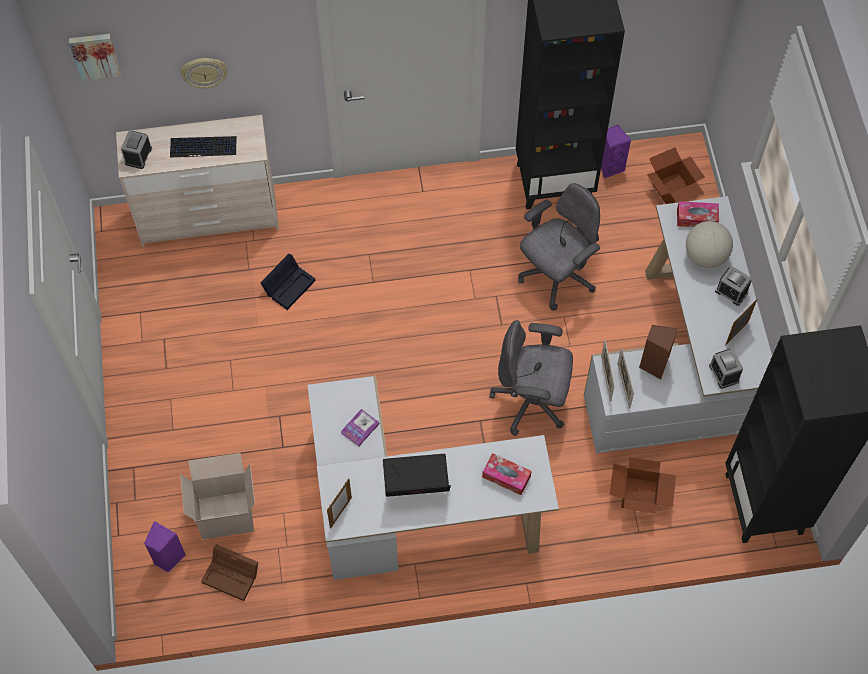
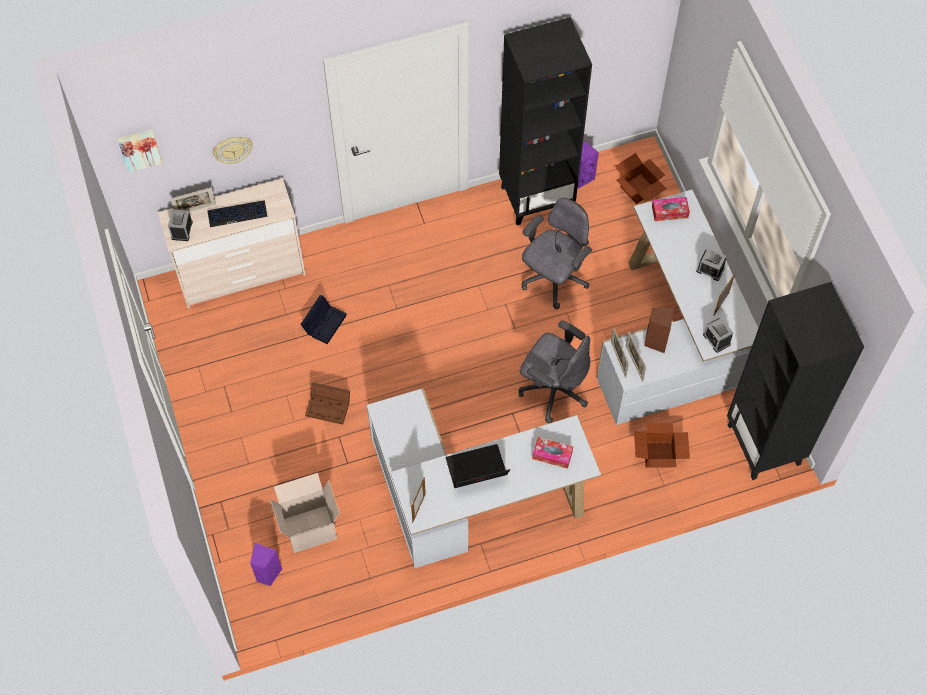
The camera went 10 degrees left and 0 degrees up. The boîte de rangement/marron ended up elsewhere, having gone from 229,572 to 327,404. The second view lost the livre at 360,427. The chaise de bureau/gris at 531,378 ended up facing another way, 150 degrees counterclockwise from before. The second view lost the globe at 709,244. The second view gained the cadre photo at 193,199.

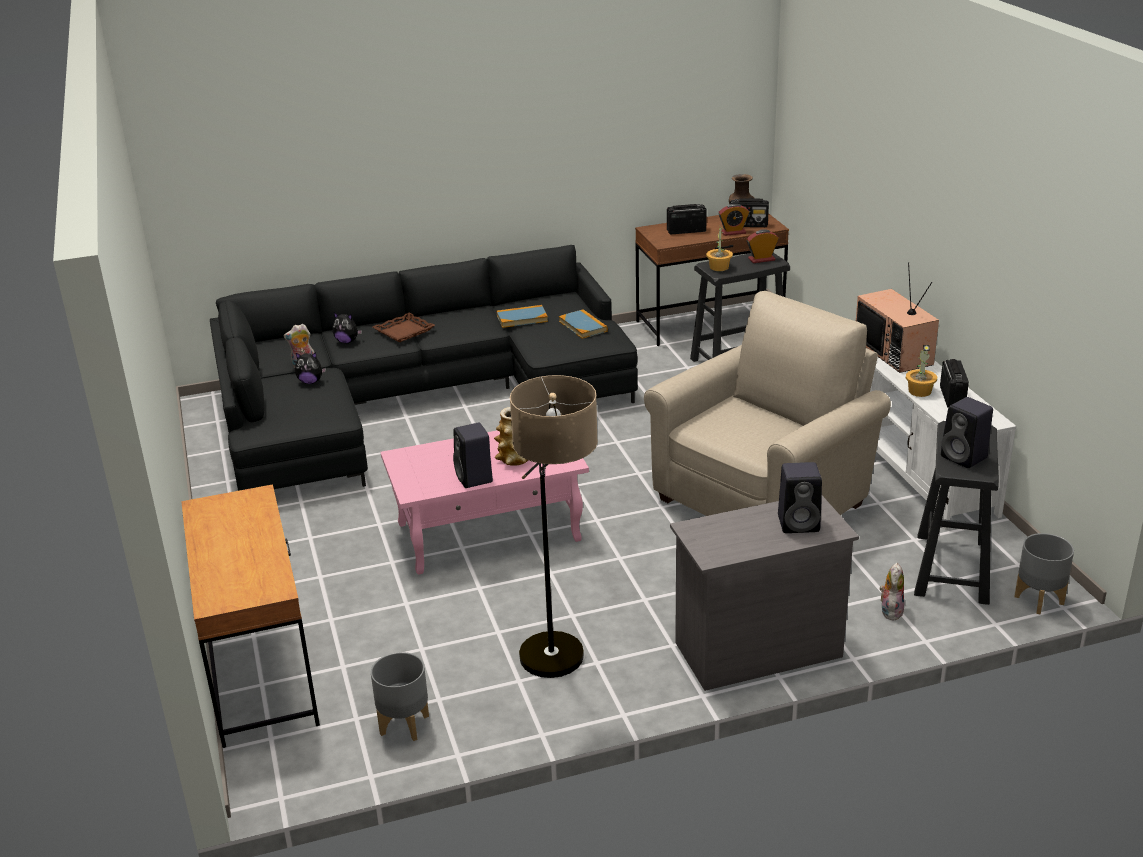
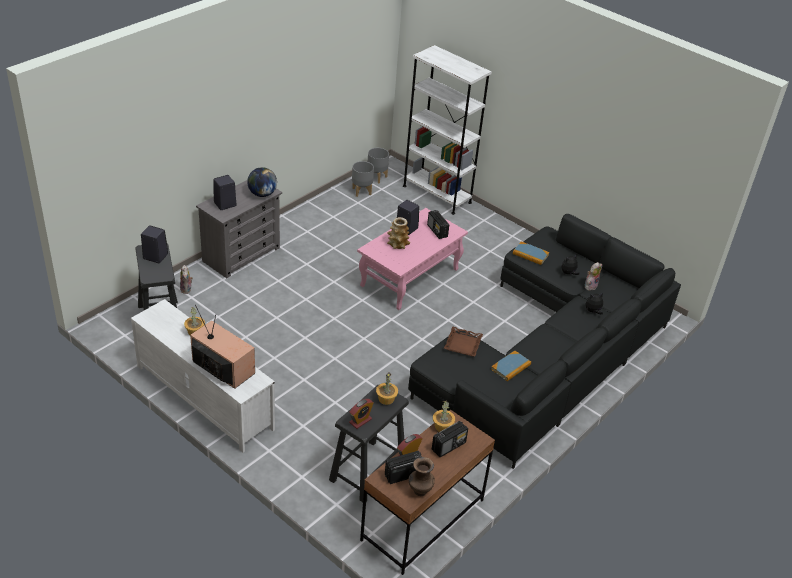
The camera went 145 degrees right and 10 degrees up. Where the bureau/marron stood at 250,616, the bibliothèque/blanc came to stand at 447,130. The plateau/marron ended up elsewhere, having gone from 404,327 to 463,341. The second view lost the lampadaire at 554,526. The livre ended up elsewhere, having gone from 583,324 to 531,253. The second view lost the fauteuil/beige at 767,403. The radio ended up elsewhere, having gone from 954,383 to 438,224. The cache-pot/gris ended up elsewhere, having gone from 1044,573 to 378,165. The second view gained the globe at 262,182. The second view gained the plante en pot at 444,416.

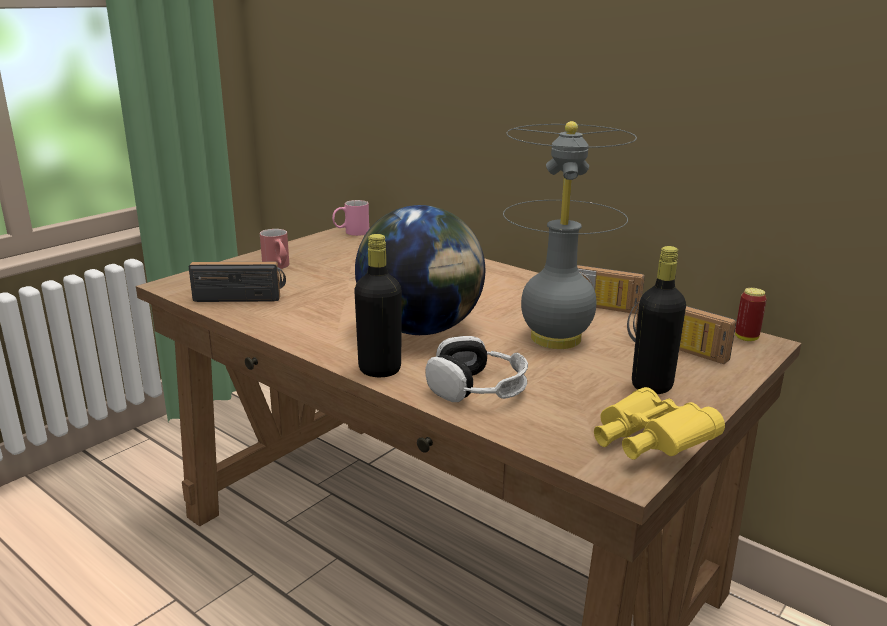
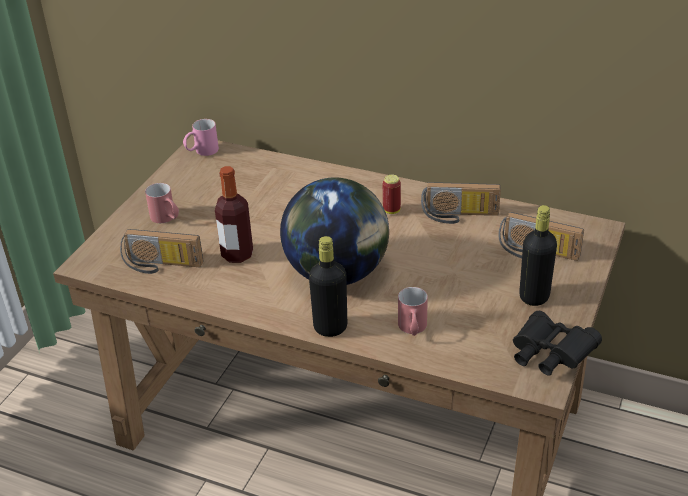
The camera went 15 degrees left and 15 degrees up. The radio at 237,282 ended up facing another way, 150 degrees counterclockwise from before. Where the casque audio stood at 477,369, the mug/rouge came to stand at 413,311. The second view lost the lampe de table/gris at 570,235. What was the jumelles/jaune at 659,423 turned into the jumelles/noir at 557,343. The boîte métallique ended up elsewhere, having gone from 751,314 to 392,194. The second view gained the bouteille at 234,214.

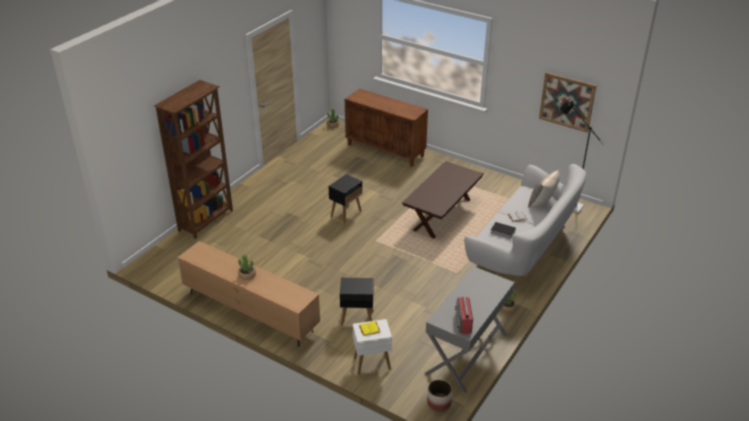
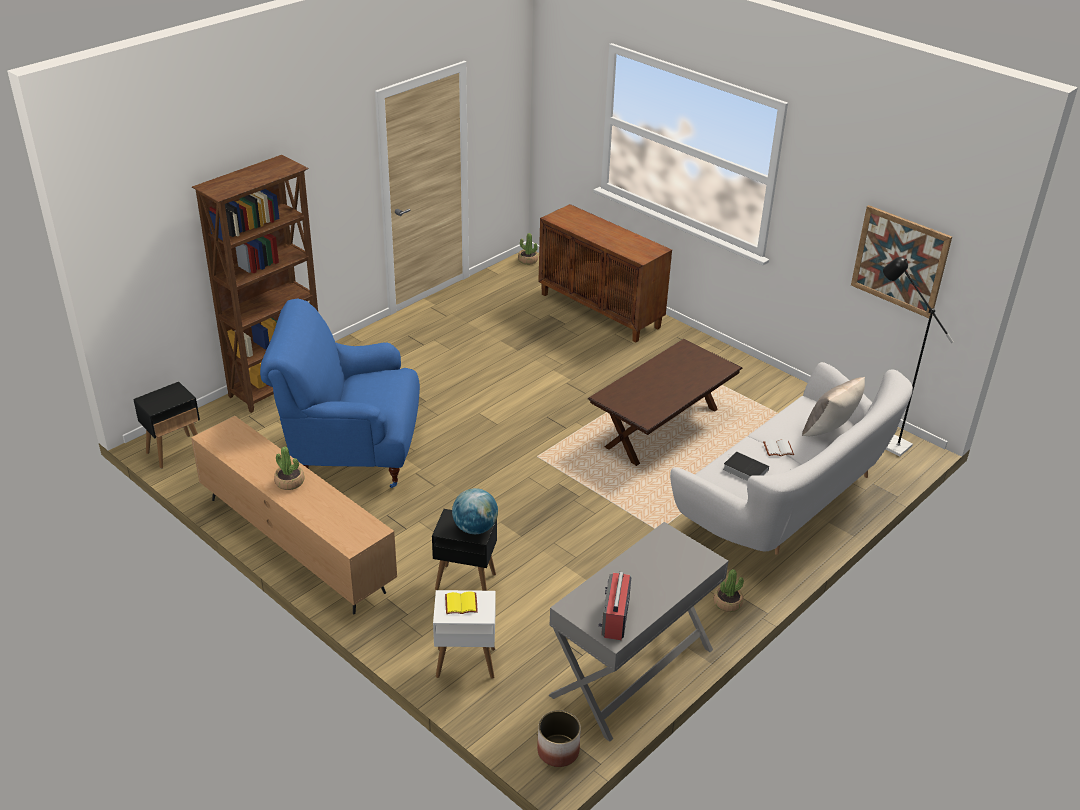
The camera went 10 degrees right and 0 degrees up. The table d'appoint/noir ended up elsewhere, having gone from 345,199 to 166,425. The second view gained the fauteuil/bleu at 340,393. The second view gained the globe at 475,511.

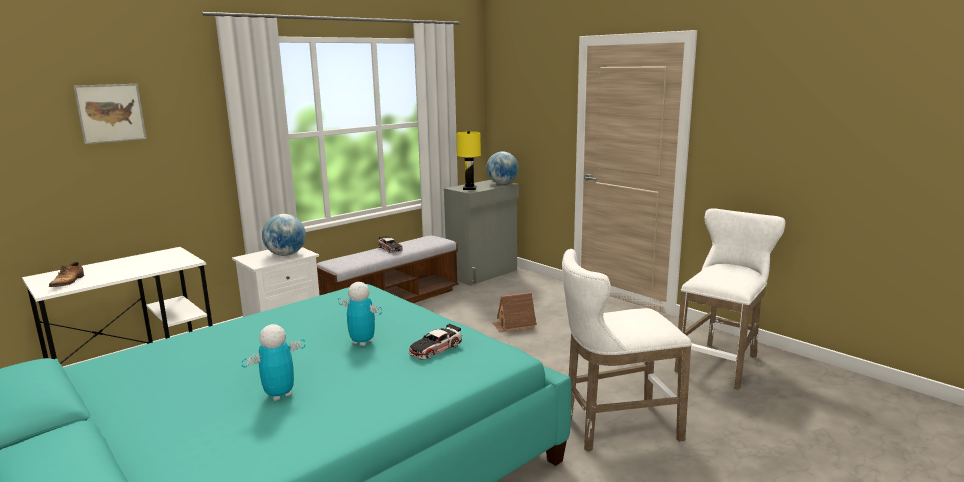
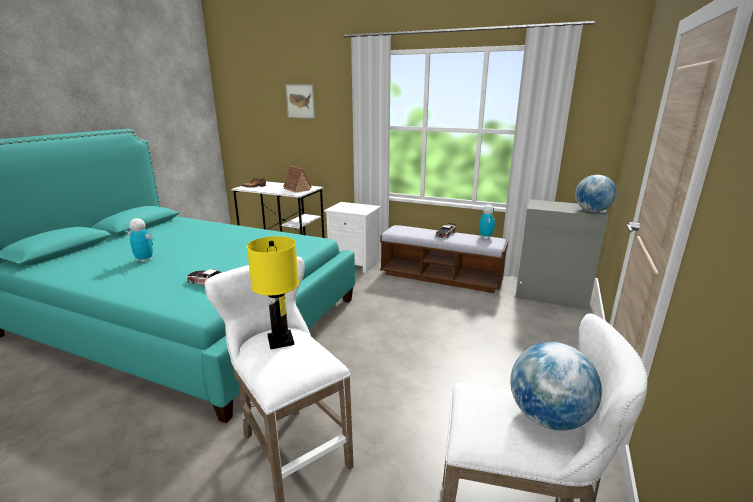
The camera went 65 degrees right and 5 degrees up. The globe ended up elsewhere, having gone from 284,235 to 556,386. The robot jouet ended up elsewhere, having gone from 360,314 to 487,221. The lampe de table/jaune ended up elsewhere, having gone from 469,160 to 273,292. The maison miniature ended up elsewhere, having gone from 515,312 to 297,179.

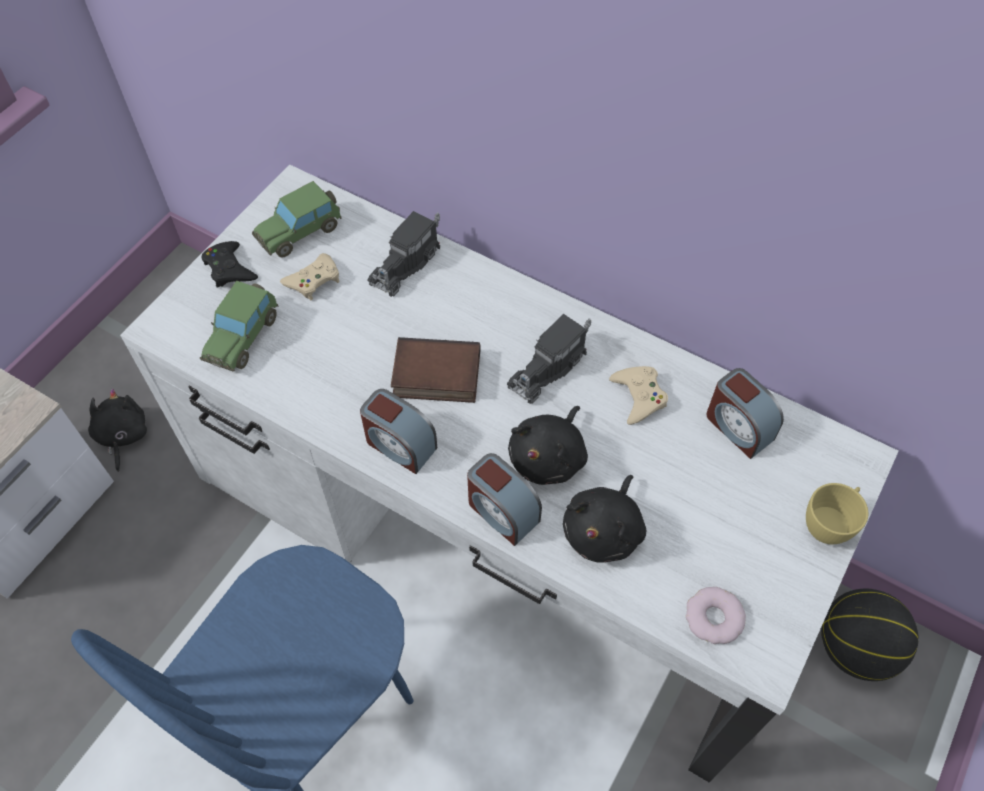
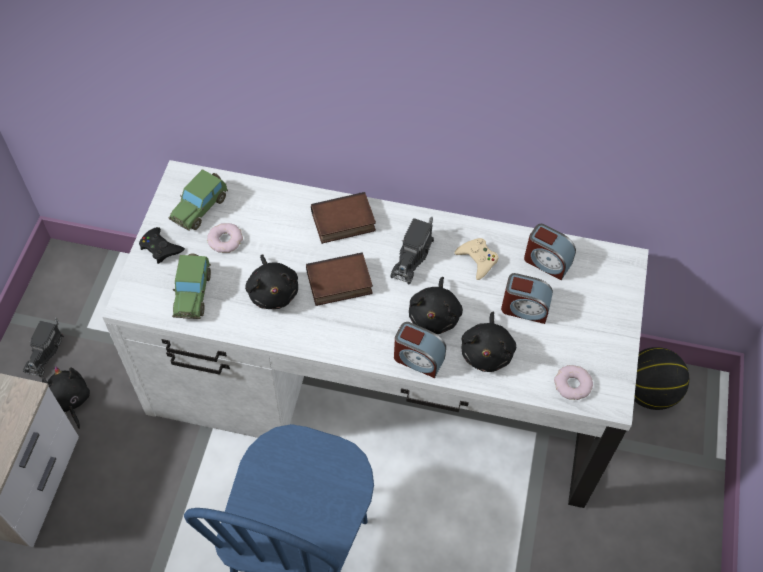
The camera went 20 degrees left and 0 degrees up. Where the manette/beige stood at 310,276, the beignet came to stand at 225,238. The réveil ended up elsewhere, having gone from 398,431 to 527,298. The camion jouet ended up elsewhere, having gone from 404,254 to 43,347. The second view lost the tasse/jaune at 837,513. The second view gained the peluche/noir at 271,281. The second view gained the livre at 343,218.

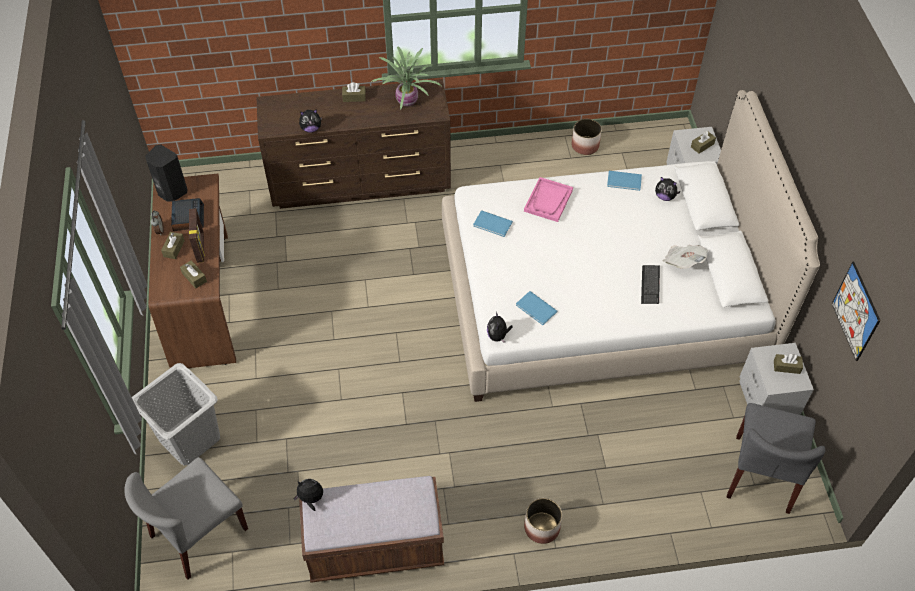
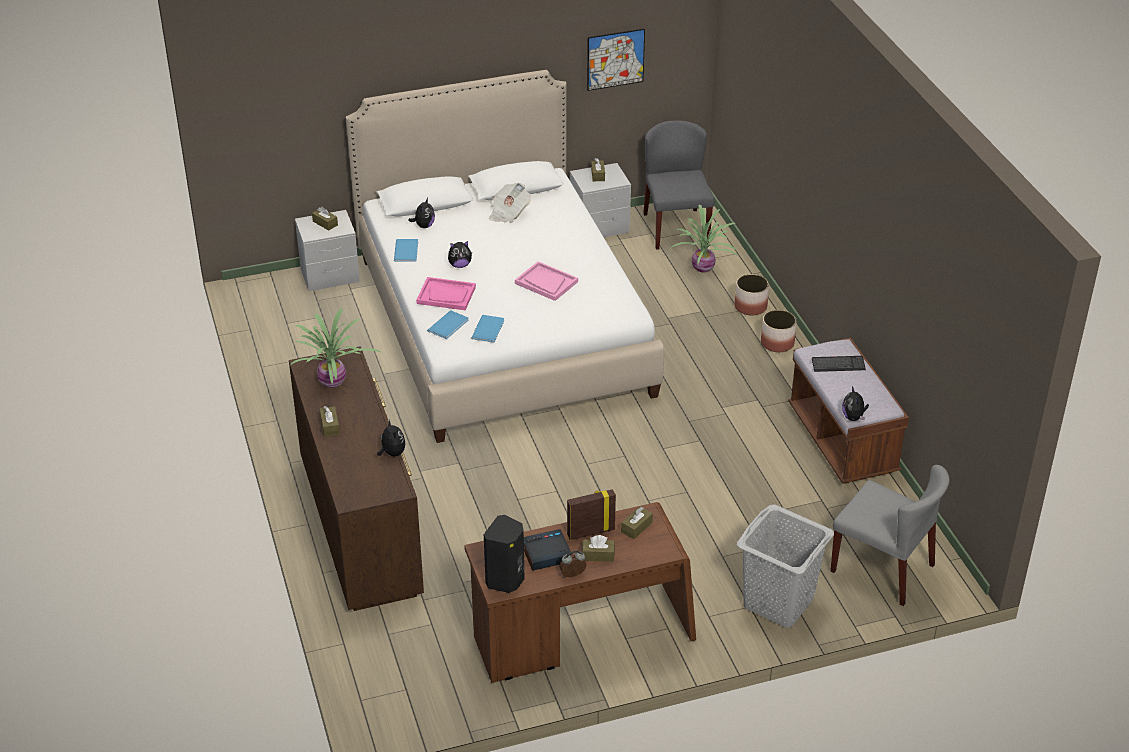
The camera went 100 degrees left and 15 degrees down. The peluche ended up elsewhere, having gone from 500,327 to 460,254. The livre/bleu ended up elsewhere, having gone from 537,308 to 447,324. The cache-pot ended up elsewhere, having gone from 587,137 to 752,294. The clavier ended up elsewhere, having gone from 650,284 to 839,364. The chaise/gris at 775,458 ended up facing another way, 105 degrees counterclockwise from before. The second view gained the plateau/rose at 546,281. The second view gained the plante en pot at 704,238.

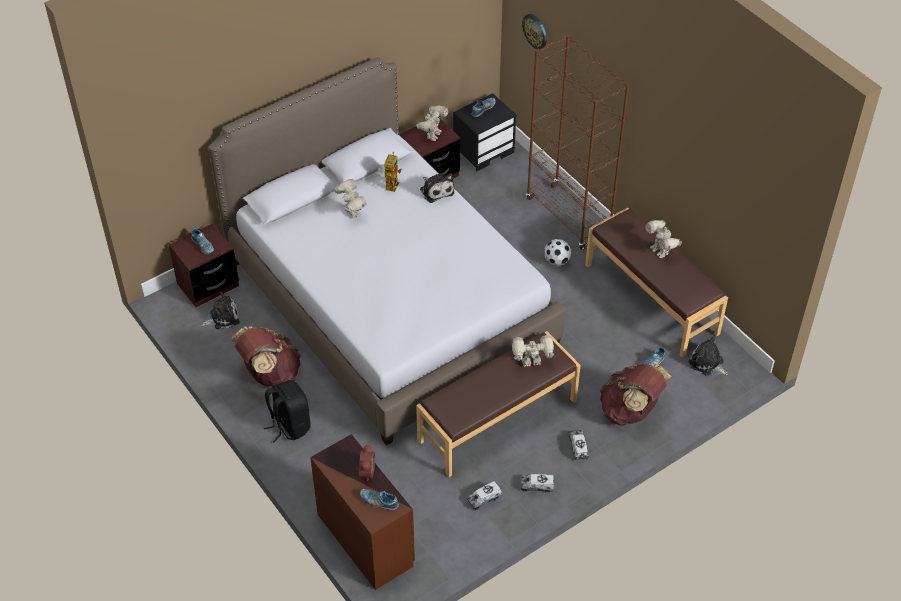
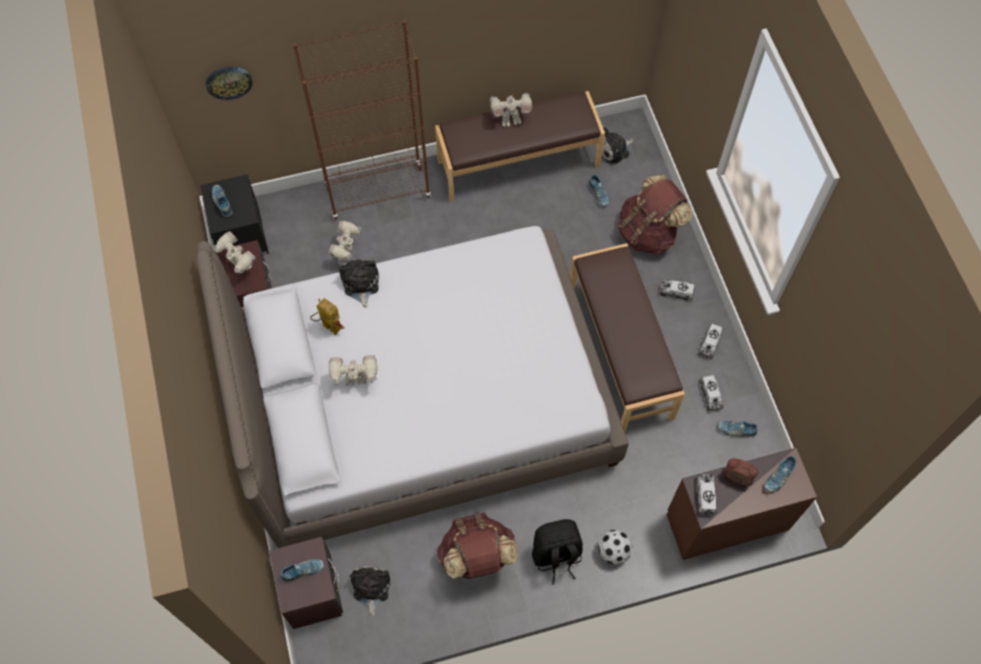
The camera went 70 degrees left and 15 degrees up. The peluche at 437,188 ended up facing another way, 90 degrees counterclockwise from before. The robot jouet ended up elsewhere, having gone from 533,351 to 344,241. The ballon de foot ended up elsewhere, having gone from 557,252 to 615,547. The second view gained the camion jouet at 706,494. The second view gained the chaussure at 738,429.

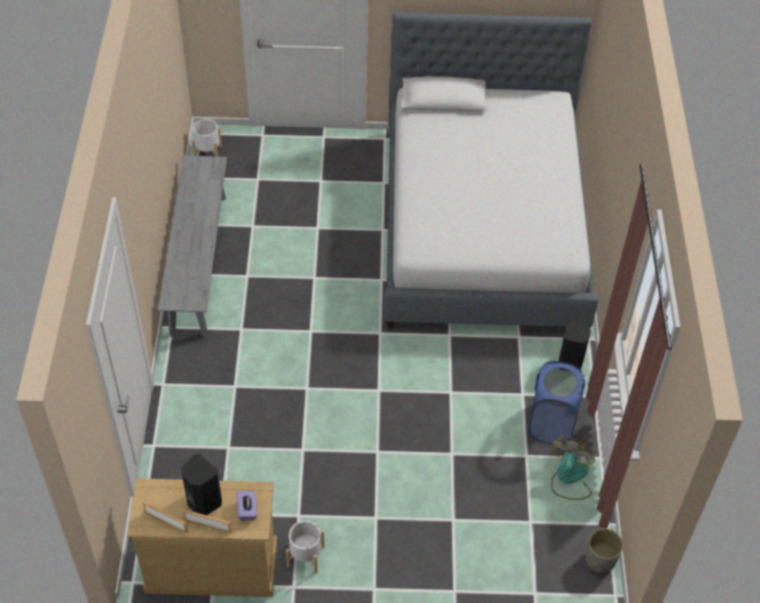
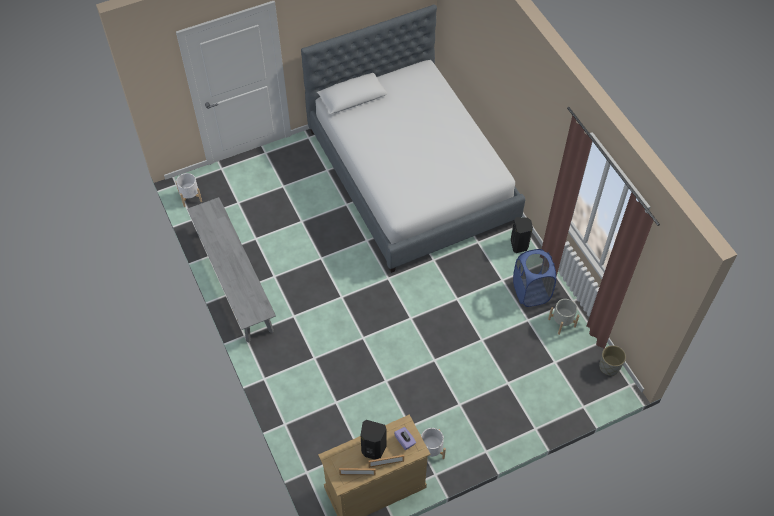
The camera went 25 degrees left and 5 degrees up. Where the ventilateur stood at 573,468, the cache-pot/gris came to stand at 563,317.

